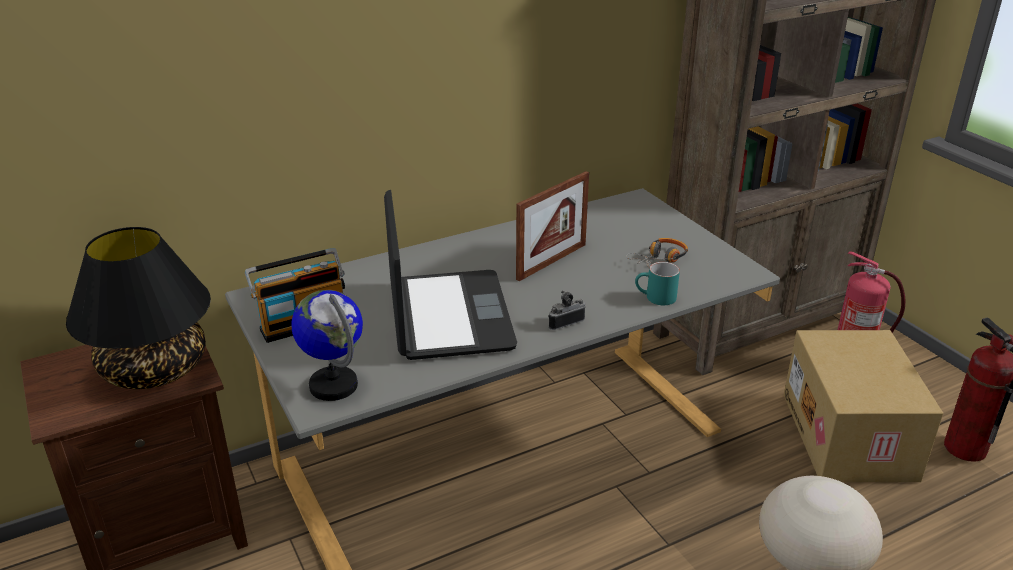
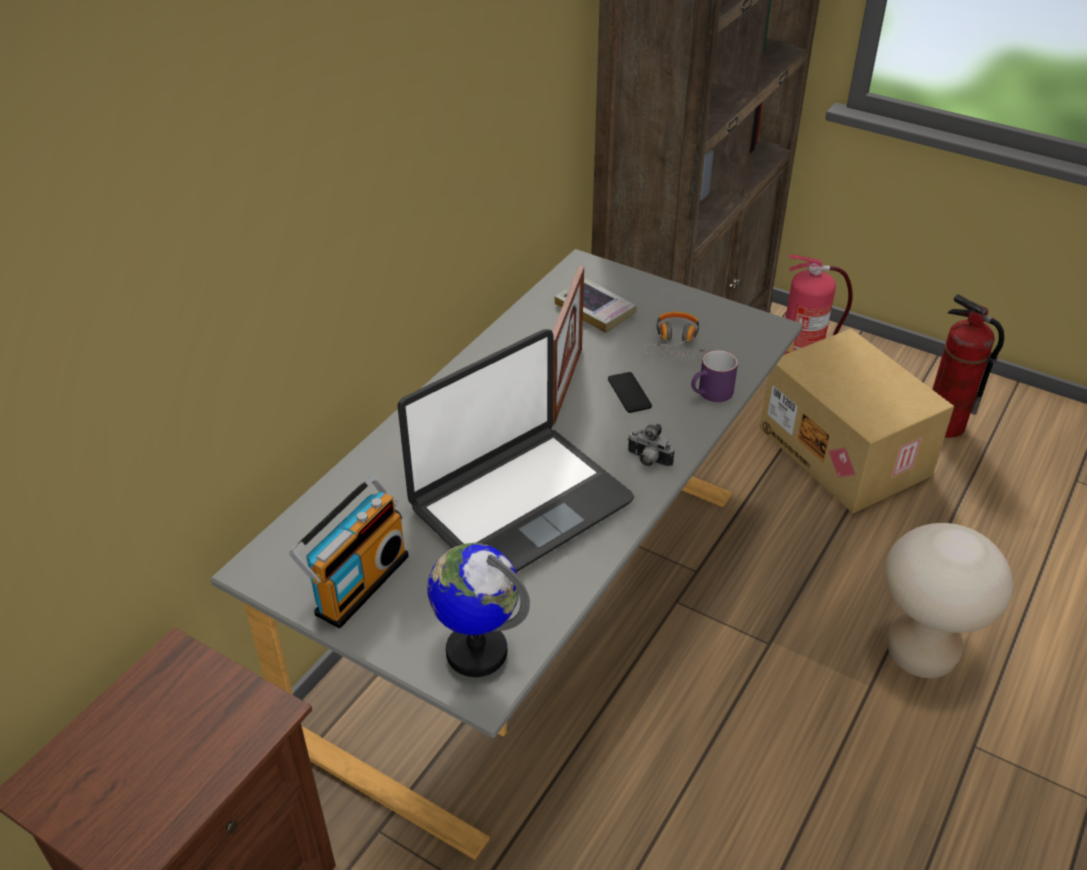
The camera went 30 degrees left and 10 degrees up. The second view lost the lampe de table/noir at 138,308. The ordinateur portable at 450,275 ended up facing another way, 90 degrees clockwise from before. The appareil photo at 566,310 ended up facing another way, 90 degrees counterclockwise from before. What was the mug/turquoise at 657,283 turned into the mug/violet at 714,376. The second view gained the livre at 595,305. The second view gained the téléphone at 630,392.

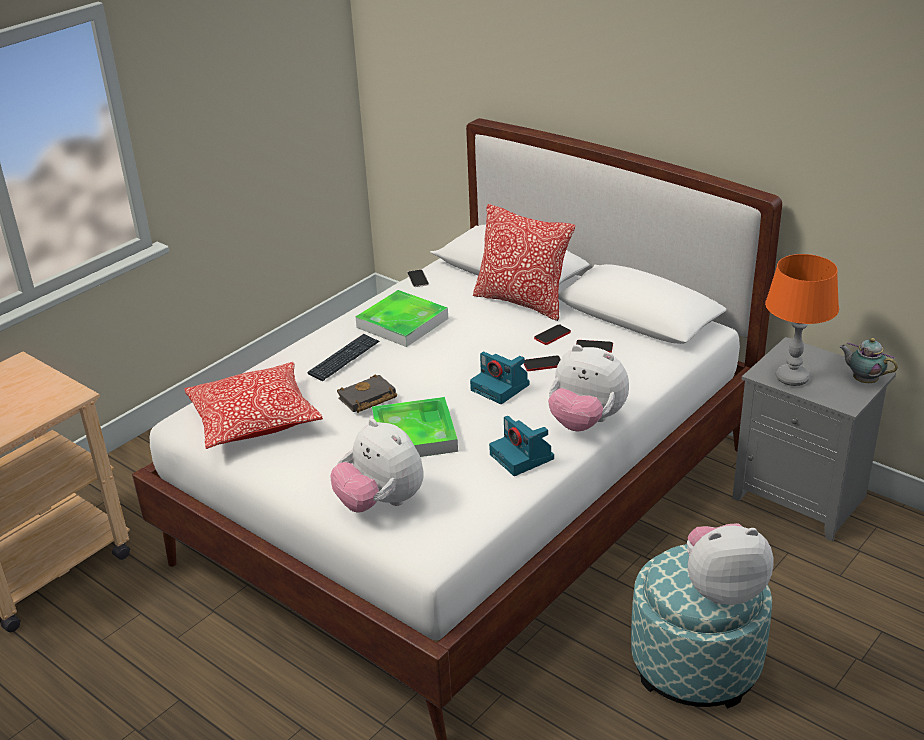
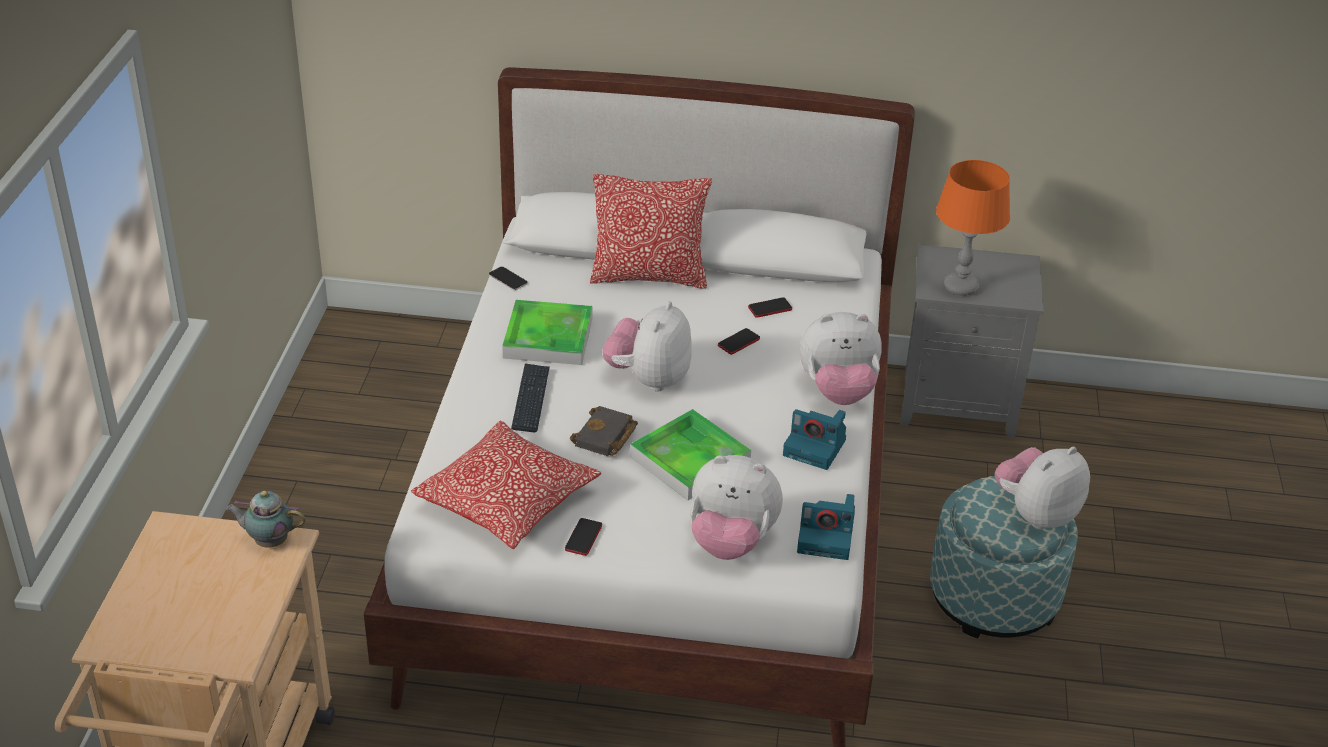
The camera went 35 degrees left and 5 degrees up. The appareil photo ended up elsewhere, having gone from 500,378 to 826,527. The téléphone ended up elsewhere, having gone from 552,334 to 583,537. The théière ended up elsewhere, having gone from 869,360 to 266,519. The second view gained the peluche at 647,346.

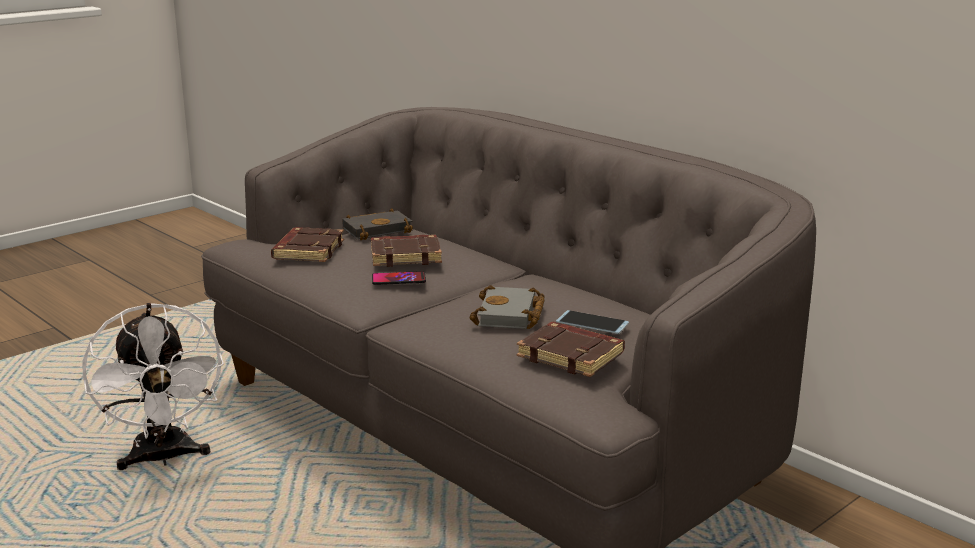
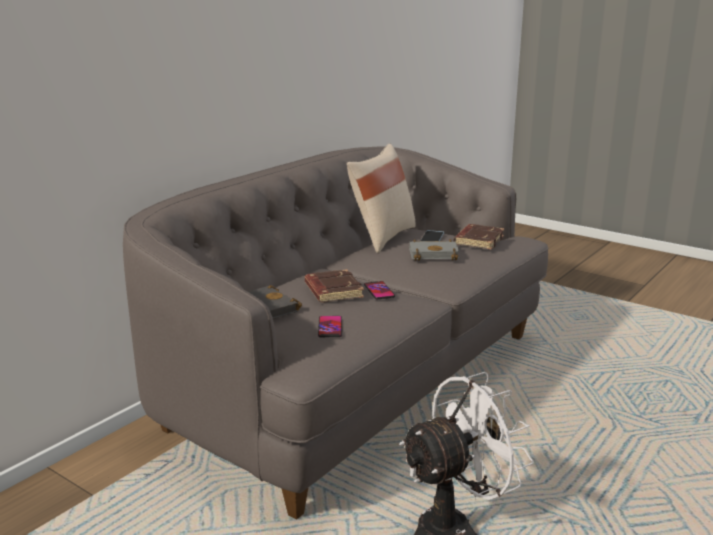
The camera went 100 degrees left and 0 degrees up. Where the livre/marron stood at 307,244, the téléphone came to stand at 330,326. The second view gained the coussin/beige at 381,198.

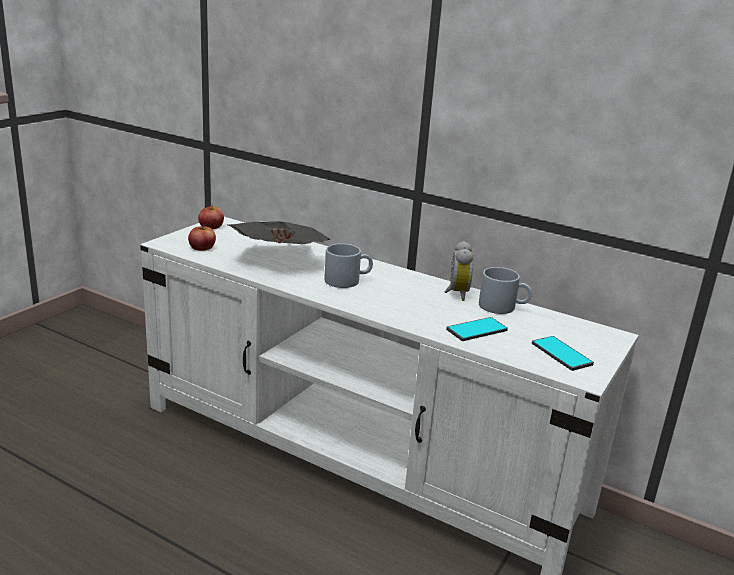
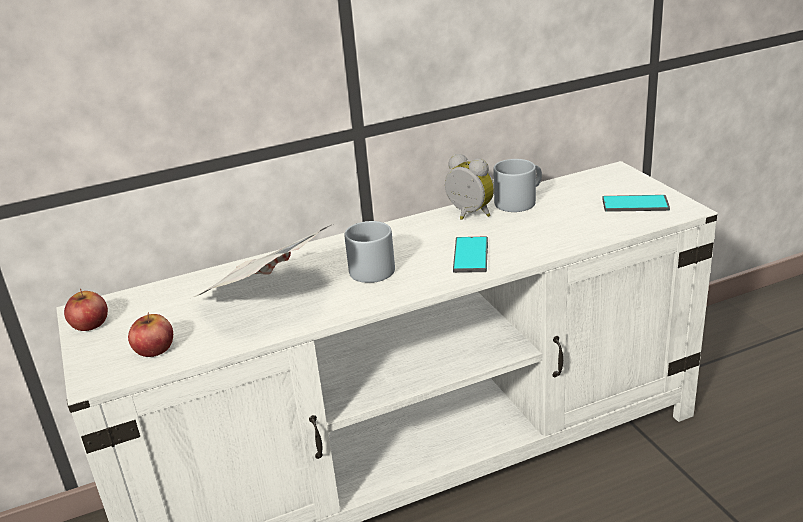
The camera went 50 degrees left and 5 degrees up. The téléphone ended up elsewhere, having gone from 477,329 to 470,255.

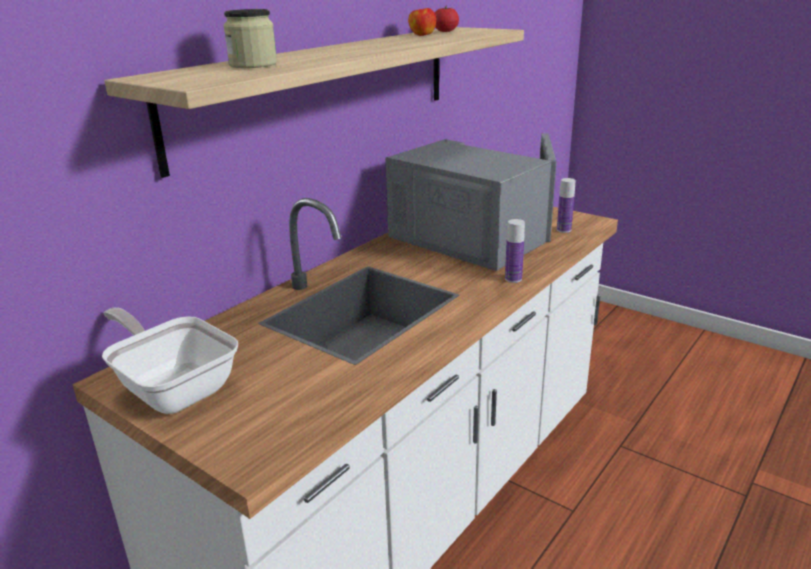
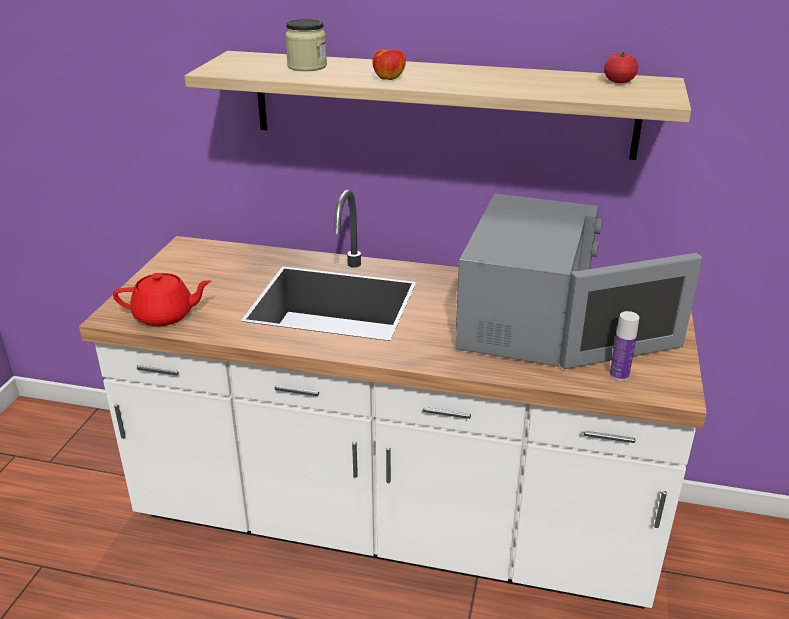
The camera went 65 degrees right and 5 degrees up. The second view lost the poêle at 170,361. The pomme ended up elsewhere, having gone from 422,22 to 389,64. The second view lost the bouteille at 515,251. The second view gained the théière/rouge at 162,299.

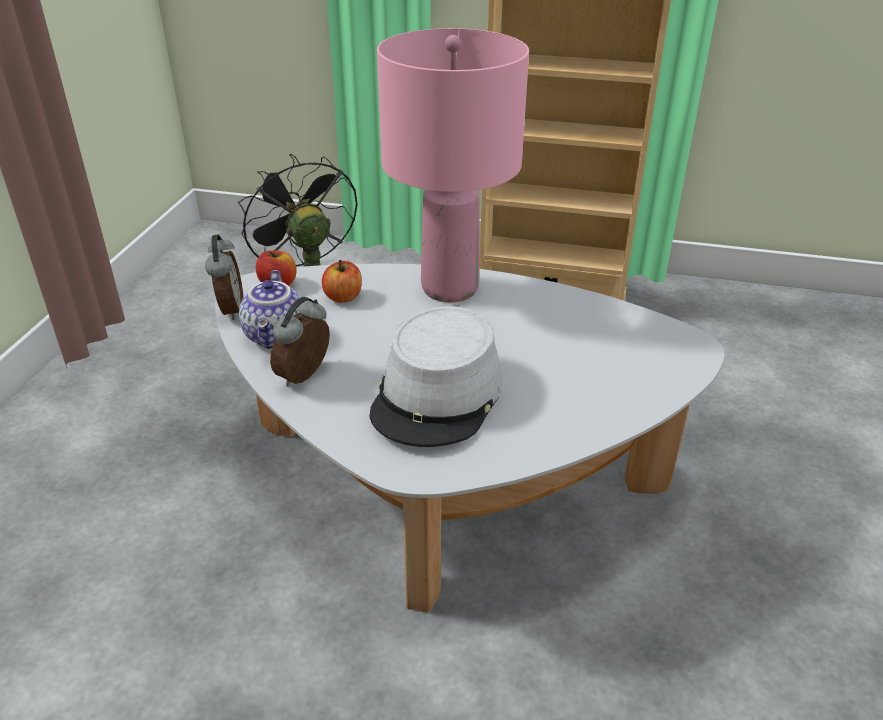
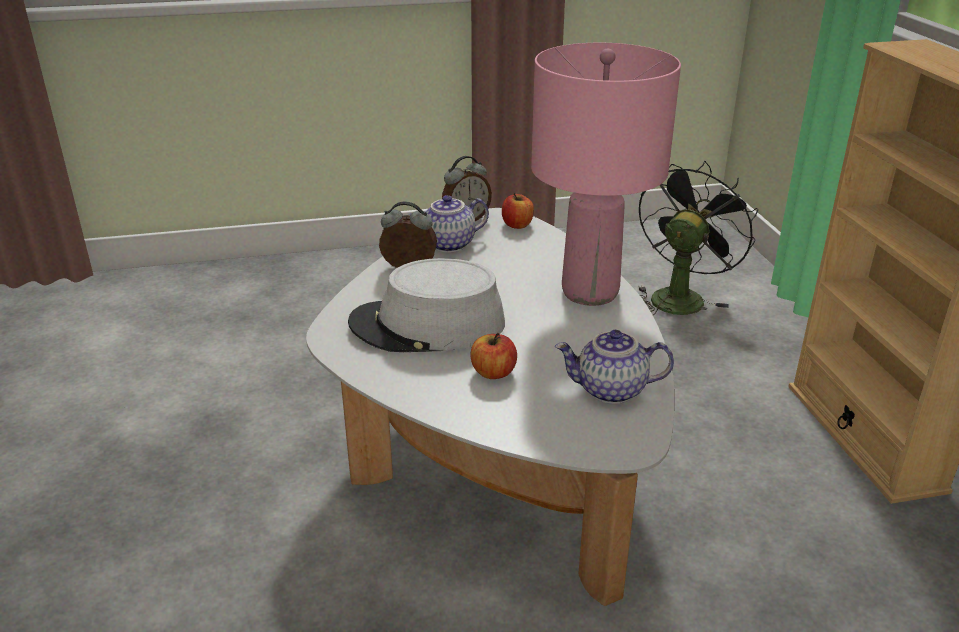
The camera went 65 degrees right and 5 degrees down. The pomme ended up elsewhere, having gone from 342,281 to 493,356. The second view gained the théière at 614,367.

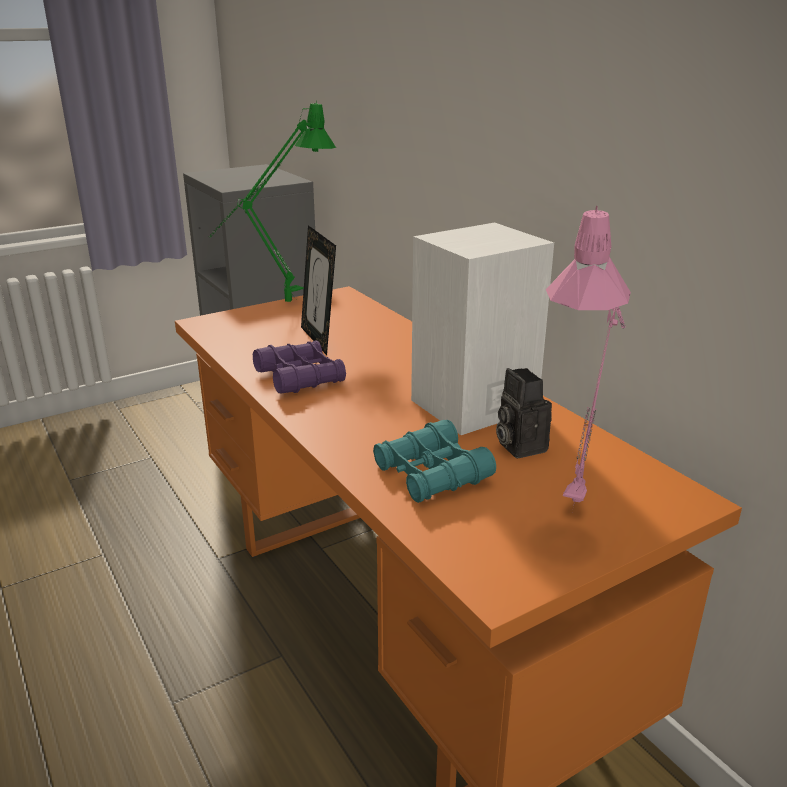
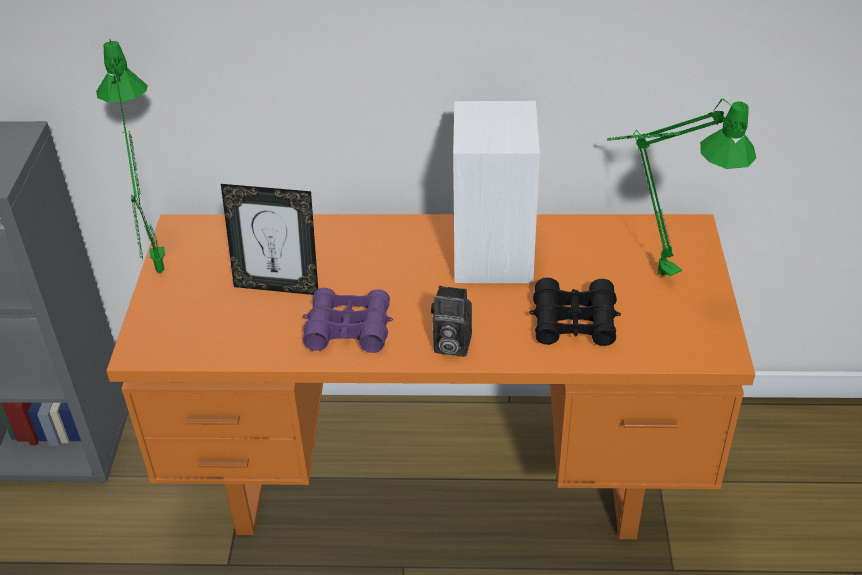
The camera went 55 degrees left and 15 degrees up. What was the jumelles/turquoise at 434,461 turned into the jumelles/noir at 575,312. The appareil photo ended up elsewhere, having gone from 524,413 to 451,321. What was the lampe de table/rose at 588,356 turned into the lampe de table/vert at 681,190.

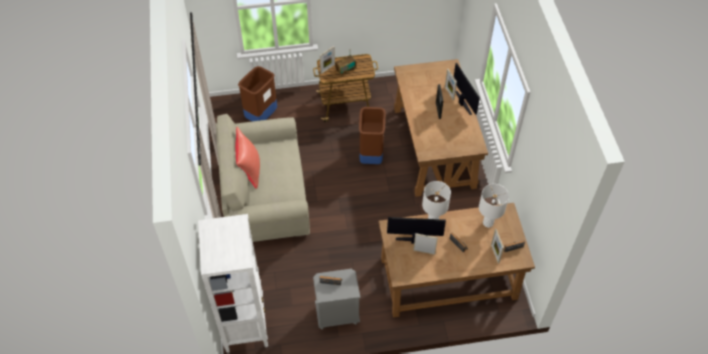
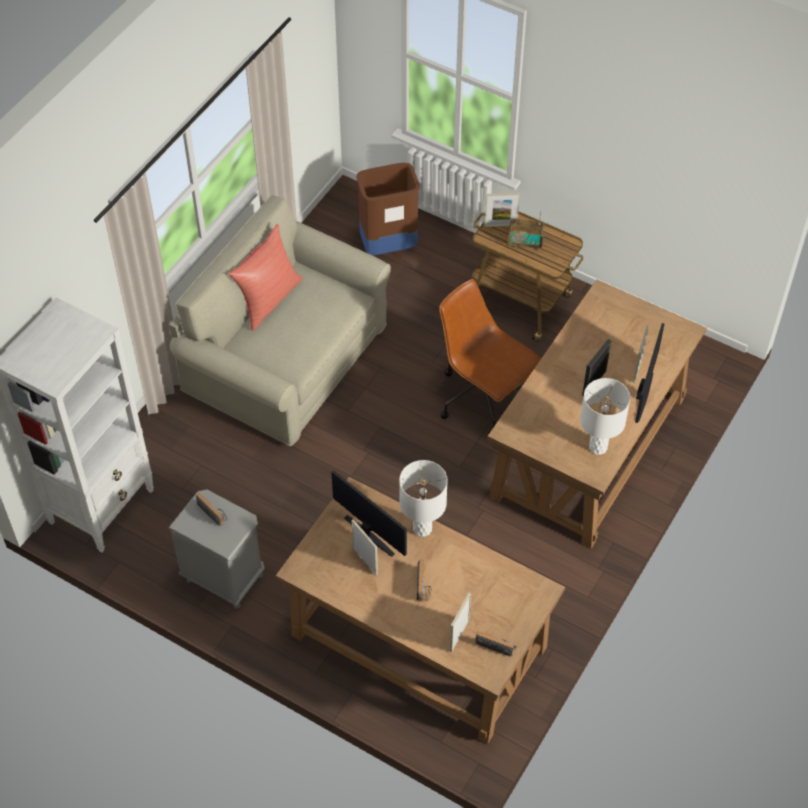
The camera went 40 degrees right and 0 degrees up. Where the poubelle/marron stood at 372,135, the chaise de bureau/marron came to stand at 490,356. The lampe de table/blanc ended up elsewhere, having gone from 494,206 to 605,416.

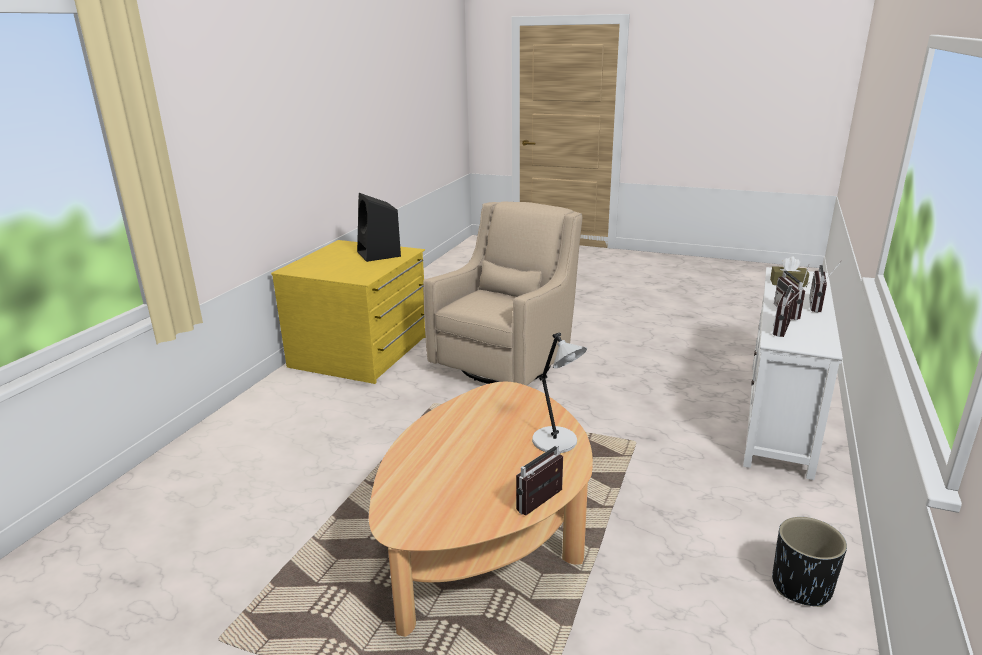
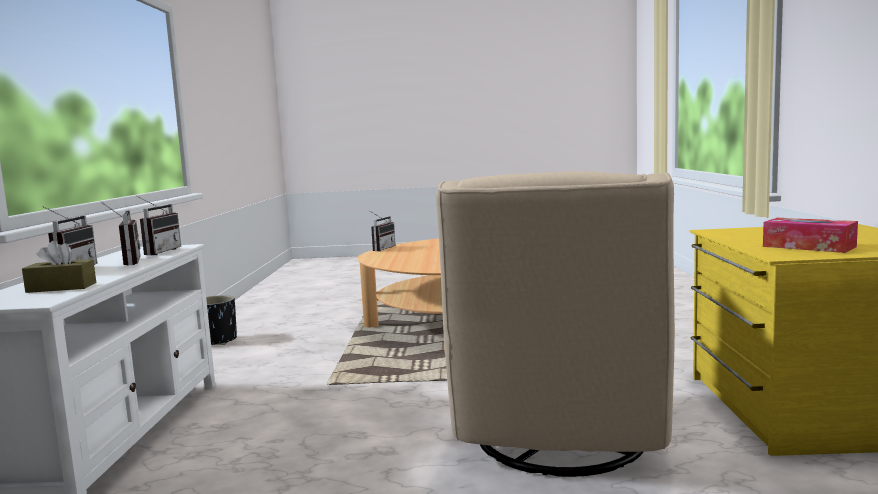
The camera went 160 degrees right and 15 degrees down. Where the enceinte/noir stood at 379,227, the boîte à mouchoirs came to stand at 810,235. The second view lost the lampe de table/gris at 559,392.

